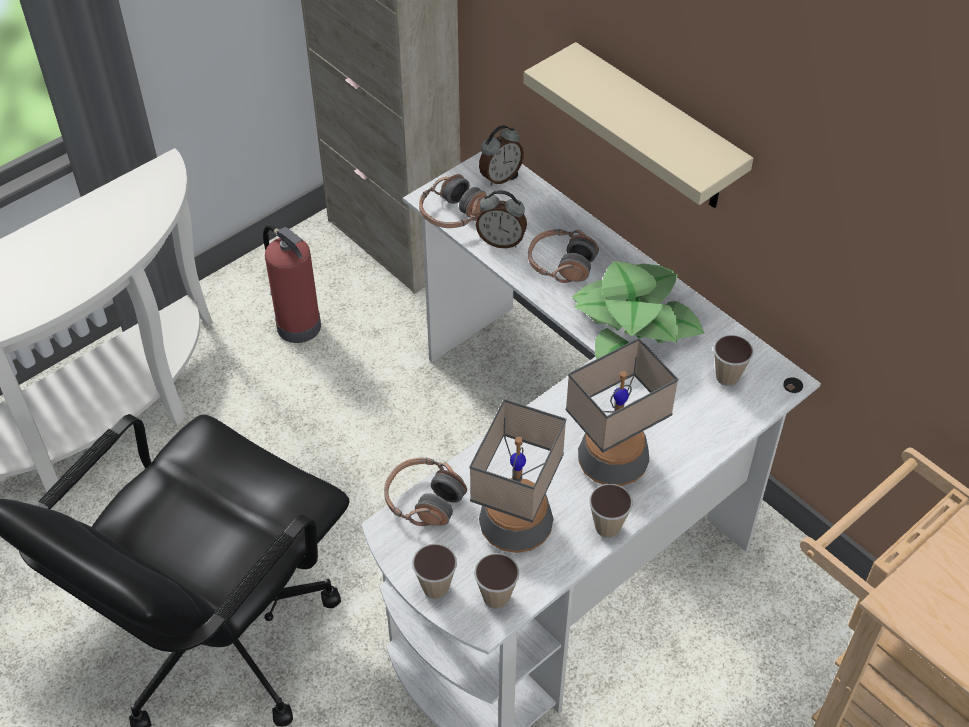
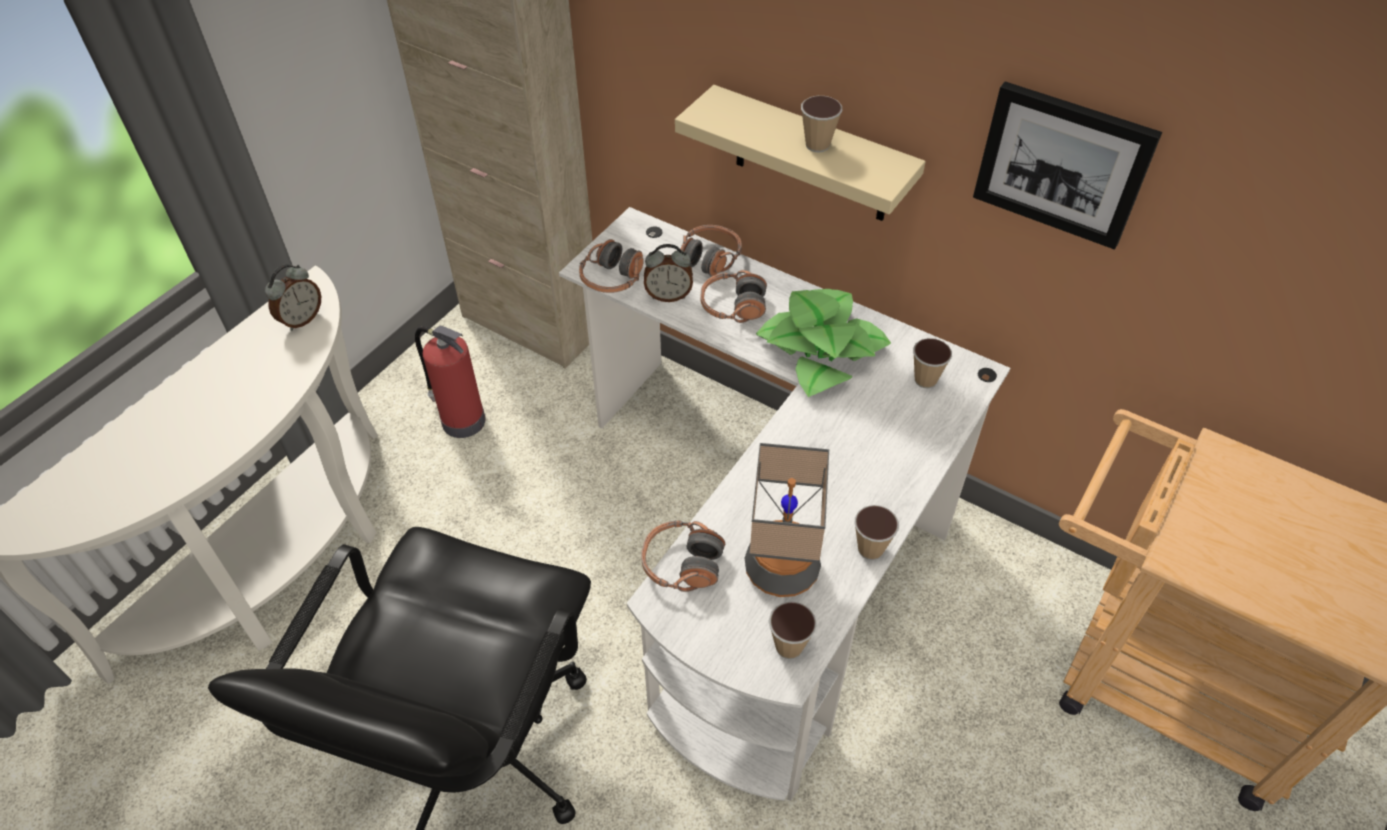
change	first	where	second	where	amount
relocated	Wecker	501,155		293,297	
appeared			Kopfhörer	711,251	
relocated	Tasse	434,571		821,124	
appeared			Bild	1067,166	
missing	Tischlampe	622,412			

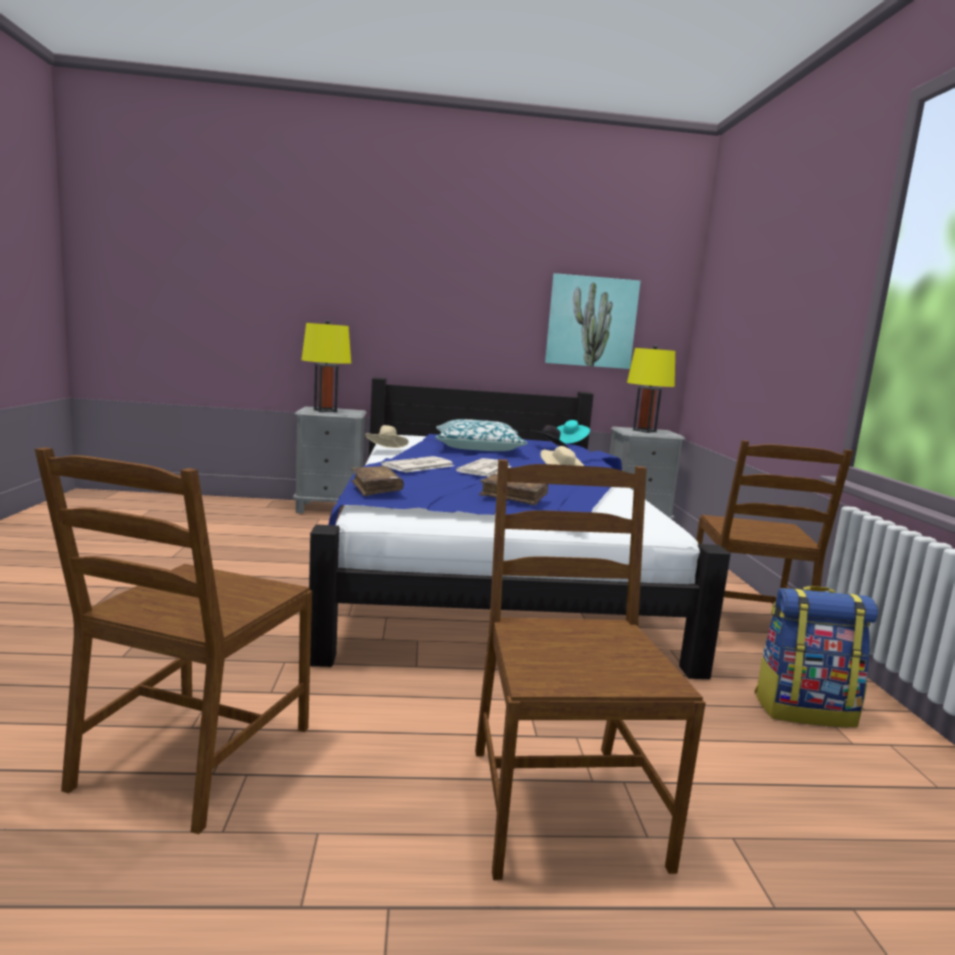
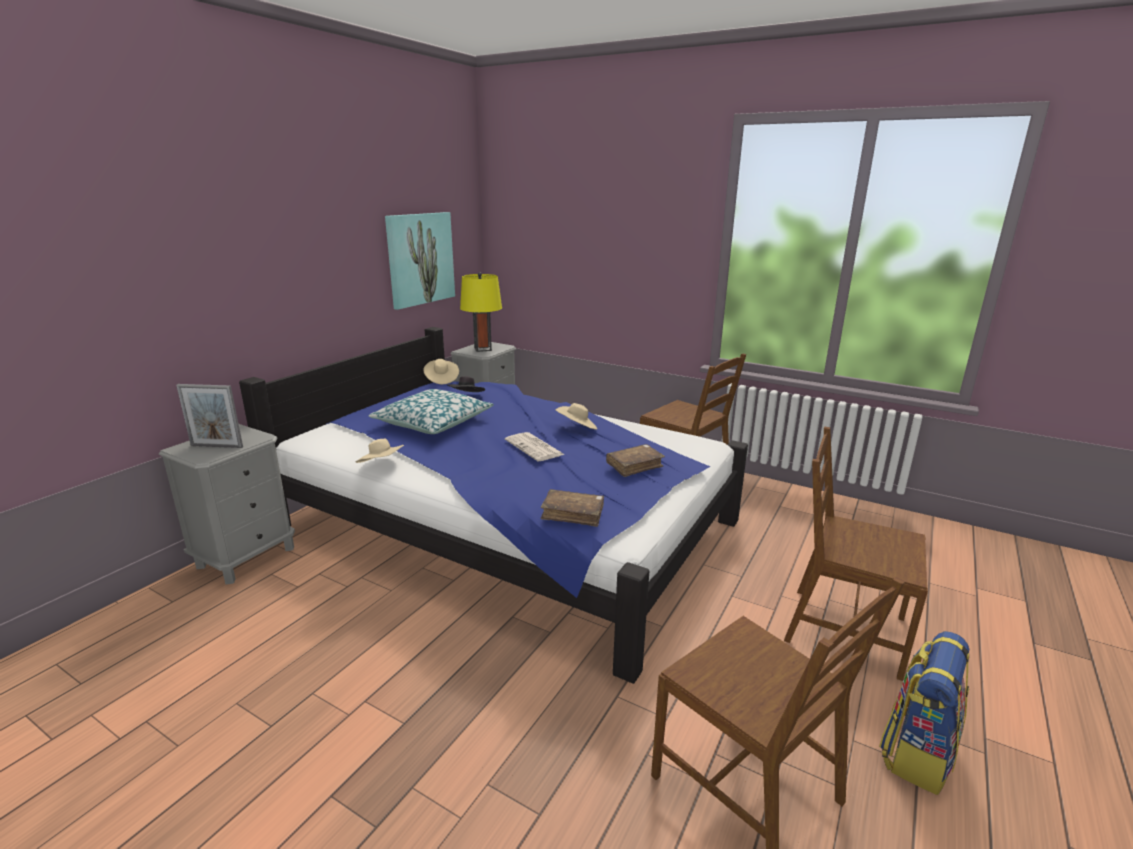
change	first	where	second	where	amount
exchanged	Tischlampe (gelb)	326,366	Bilderrahmen	209,416	
colour	Hut (türkis)	573,432	Hut (beige)	441,371	
relocated	Rucksack	816,656		924,713	
missing	Zeitung	417,464			

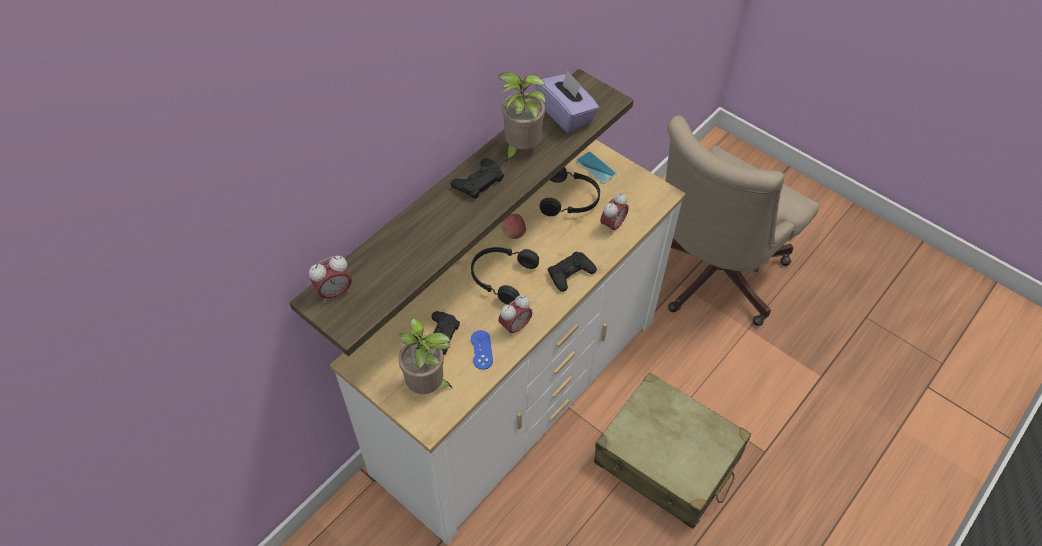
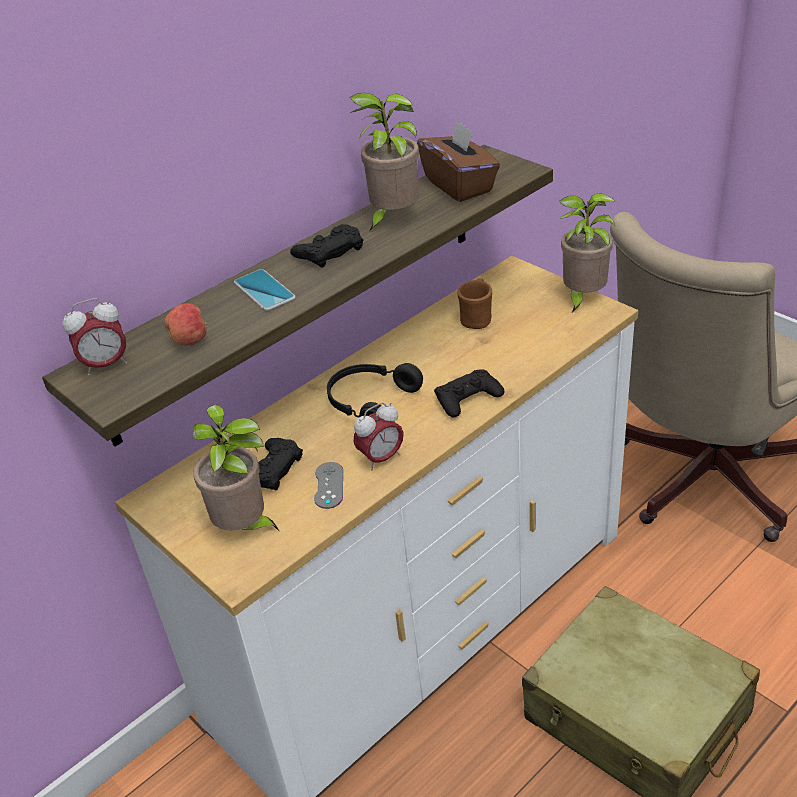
change	first	where	second	where	amount
relocated	Apfel	514,226		186,324	
relocated	Handy	596,167		265,290	
colour	Gamepad (blau)	482,350	Gamepad (grau)	328,485	
colour	Taschentuchbox (lila)	567,101	Taschentuchbox (braun)	458,161	
exchanged	Kopfhörer (schwarz)	570,191	Henkelbecher (braun)	474,303	
appeared			Topfpflanze	587,253	
missing	Wecker	614,214			

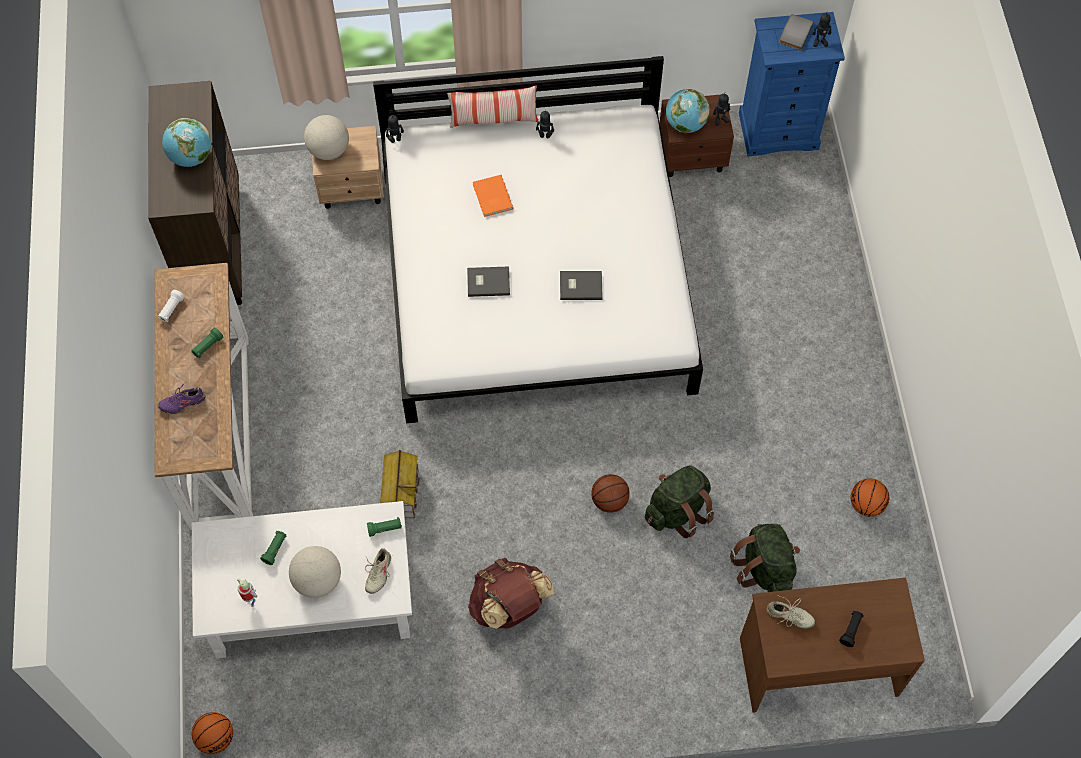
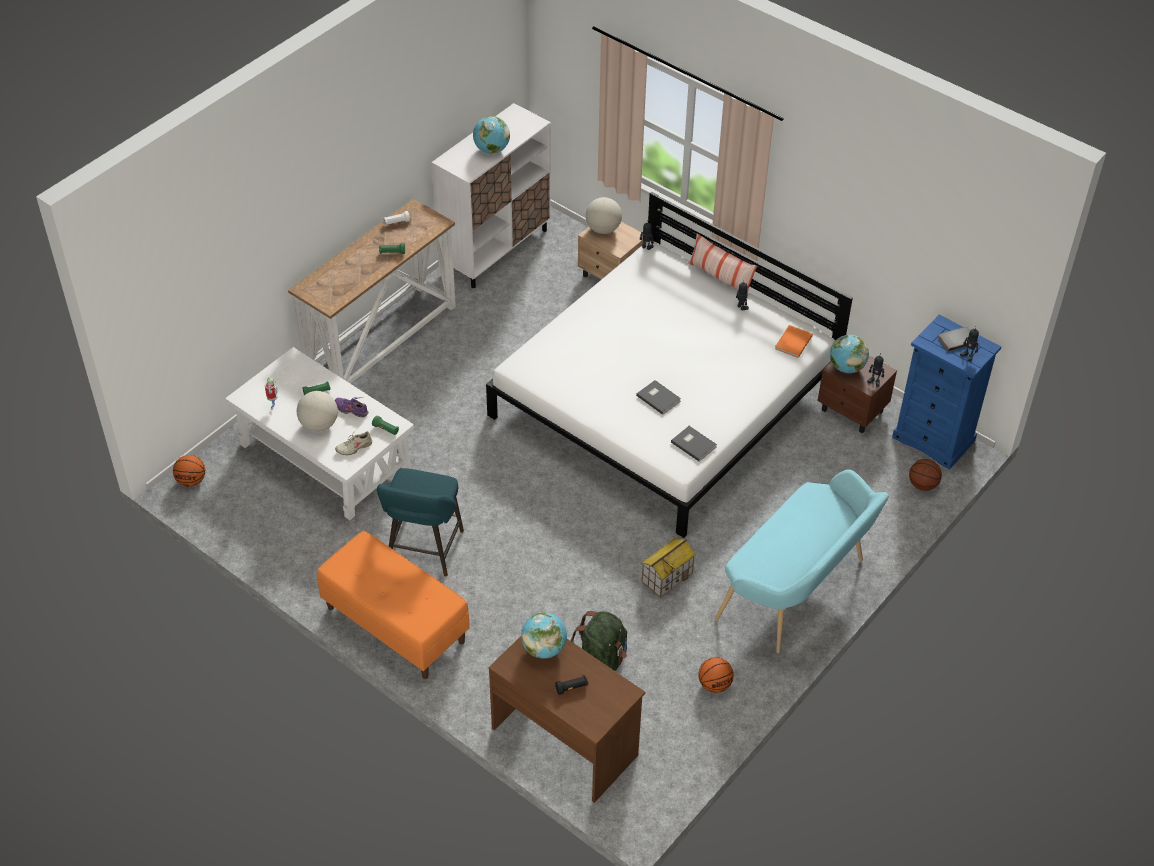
change	first	where	second	where	amount
appeared			Bank (orange)	393,605	
relocated	Schuh (lila)	181,398		351,407	
exchanged	Rucksack (braun)	511,593	Hocker (türkis)	420,522	
colour	Schrank (braun)	195,193	Schrank (weiß)	491,195	
exchanged	Schuh (beige)	791,612	Globus	544,635	
relocated	Spielzeughaus	400,484		669,568	
relocated	Buch (grau)	488,281		694,444	
appeared			Bank (türkis)	802,561	
relocated	Buch (orange)	493,196		794,341	
relocated	Basketball	610,493		925,475	
missing	Rucksack (grün)	680,501			

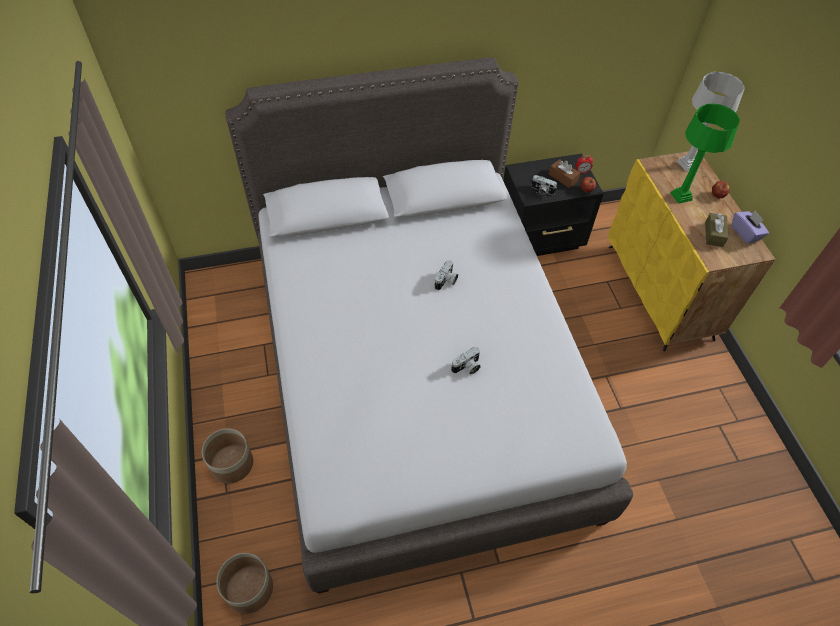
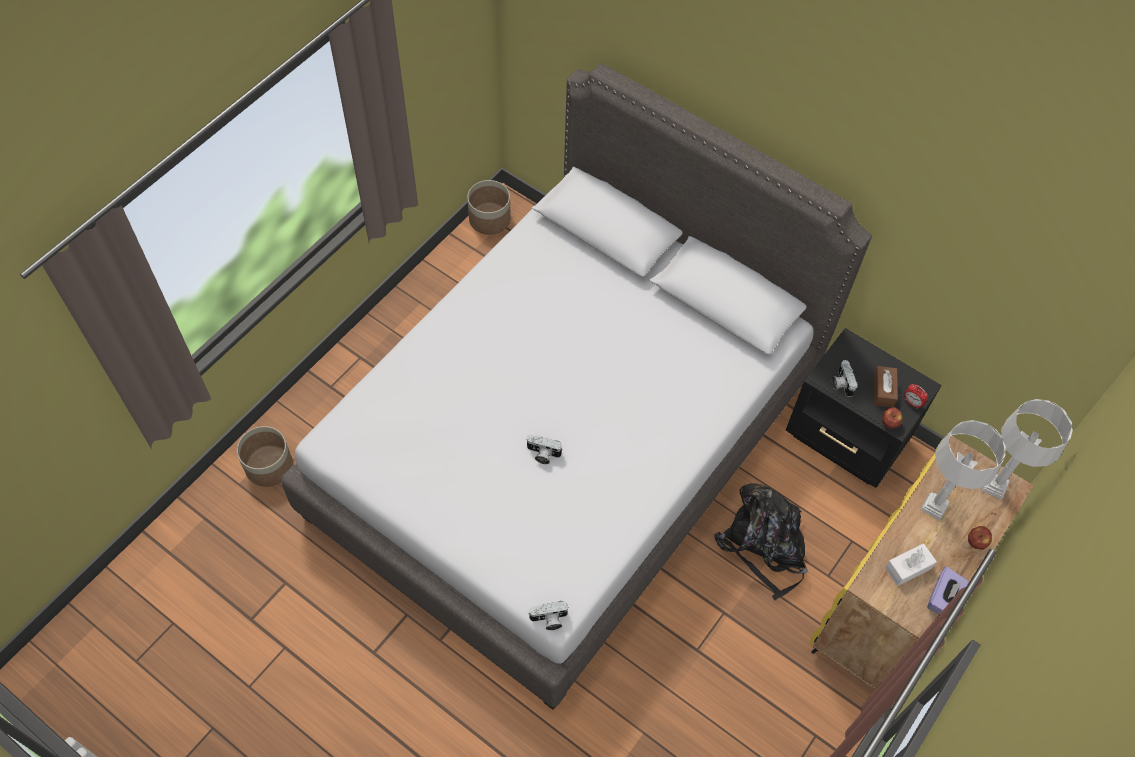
change	first	where	second	where	amount
relocated	Pflanzkübel	227,456		489,207	
relocated	Kamera	446,275		548,615	
appeared			Rucksack (schwarz)	761,541	
colour	Taschentuchbox (braun)	716,230	Taschentuchbox (weiß)	911,564	
colour	Tischlampe (grün)	705,153	Tischlampe (grau)	963,470	

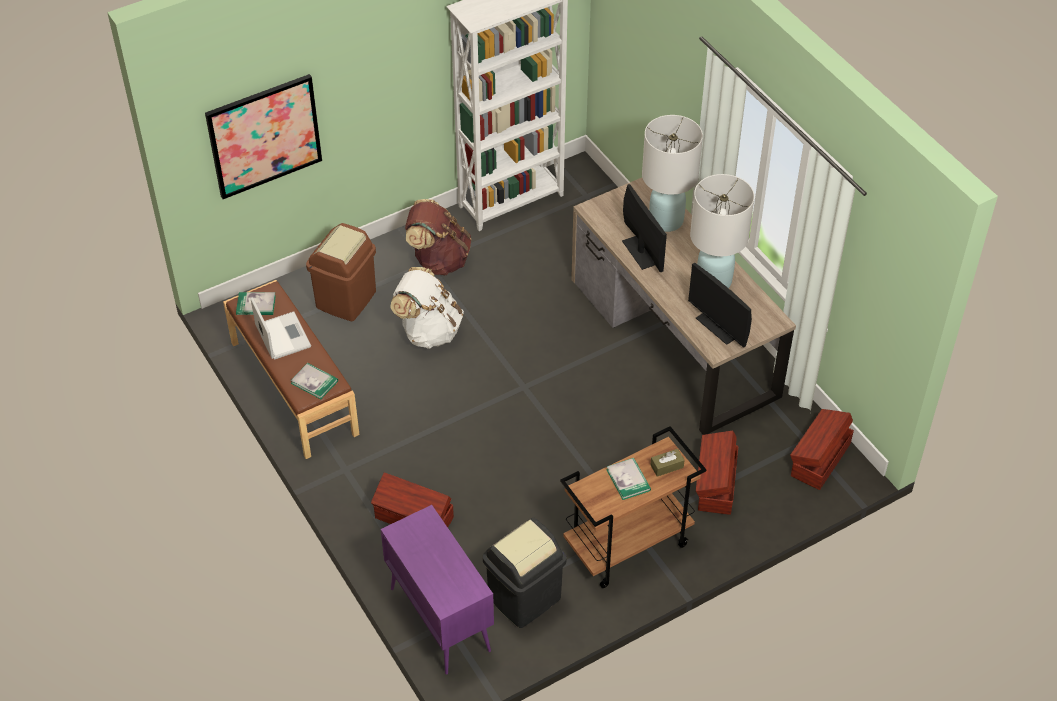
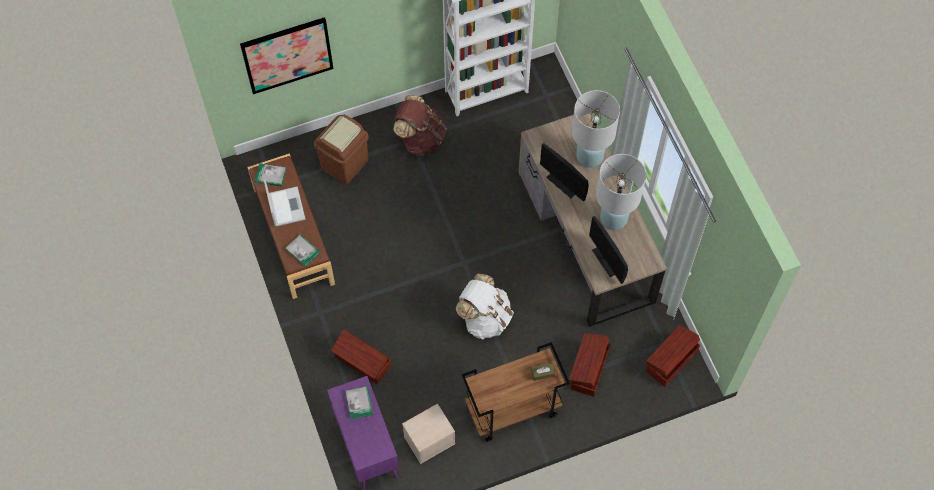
change	first	where	second	where	amount
relocated	Buch	628,479		359,403	
exchanged	Mülleimer (schwarz)	524,573	Aufbewahrungsbox (beige)	428,434	
relocated	Rucksack (weiß)	427,308		485,306	
spun	Monitor	644,228		564,172	150 degrees clockwise

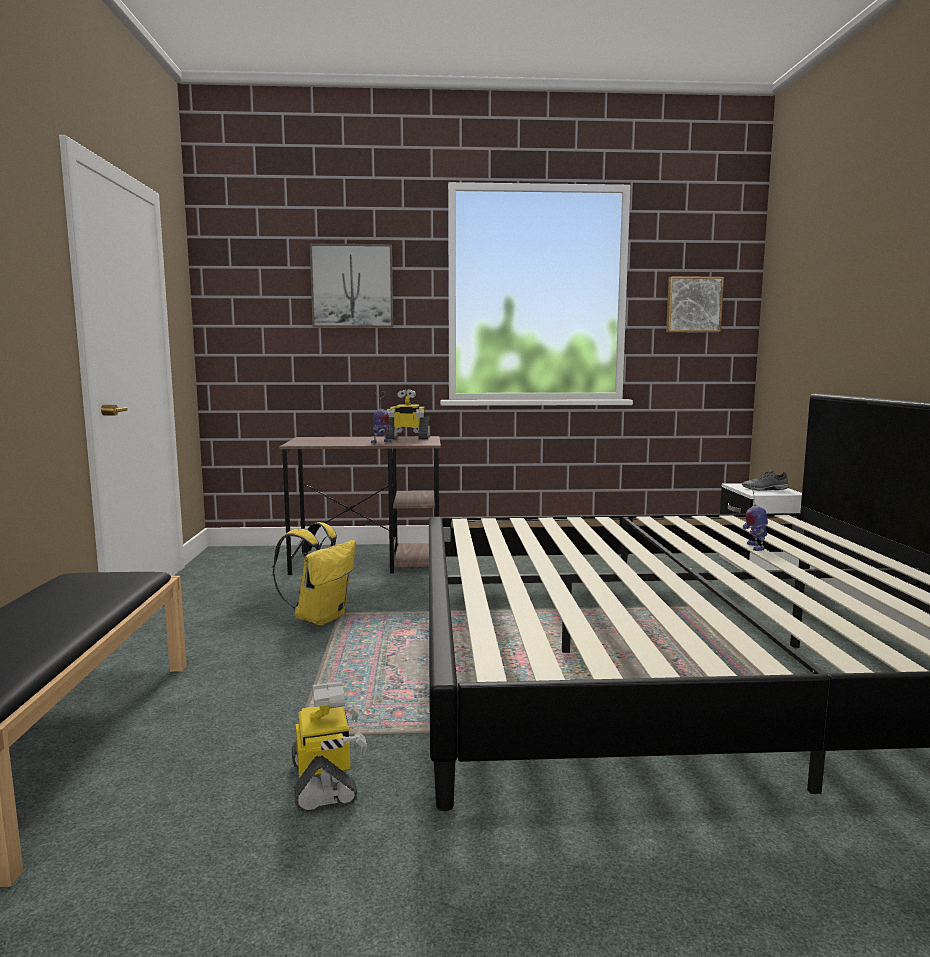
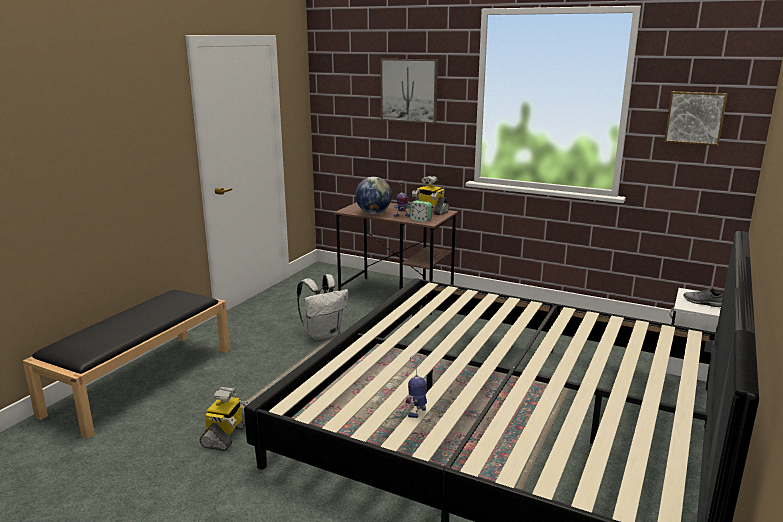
change	first	where	second	where	amount
colour	Rucksack (gelb)	314,574	Rucksack (weiß)	322,307	
appeared			Globus	373,195	
relocated	Spielzeugroboter	755,516		416,386	
appeared			Wecker	420,211	

